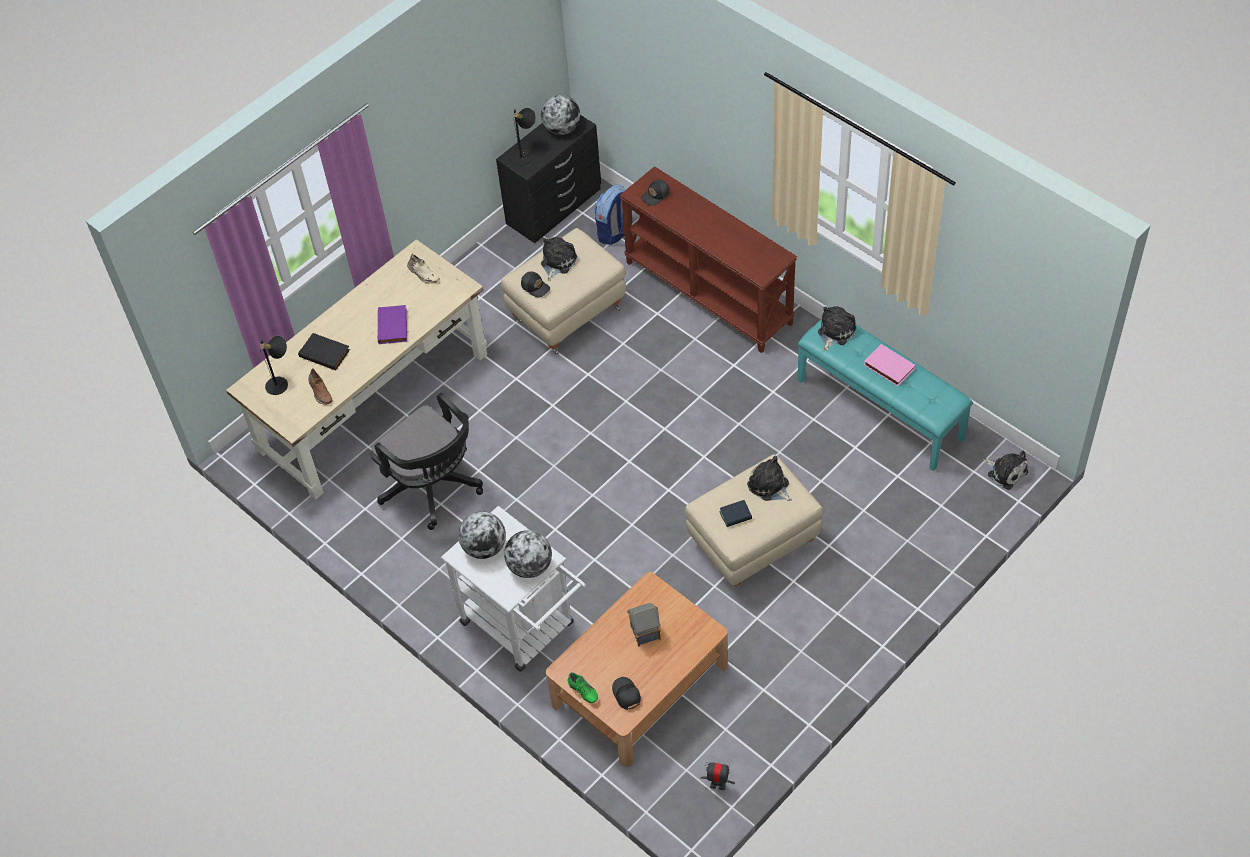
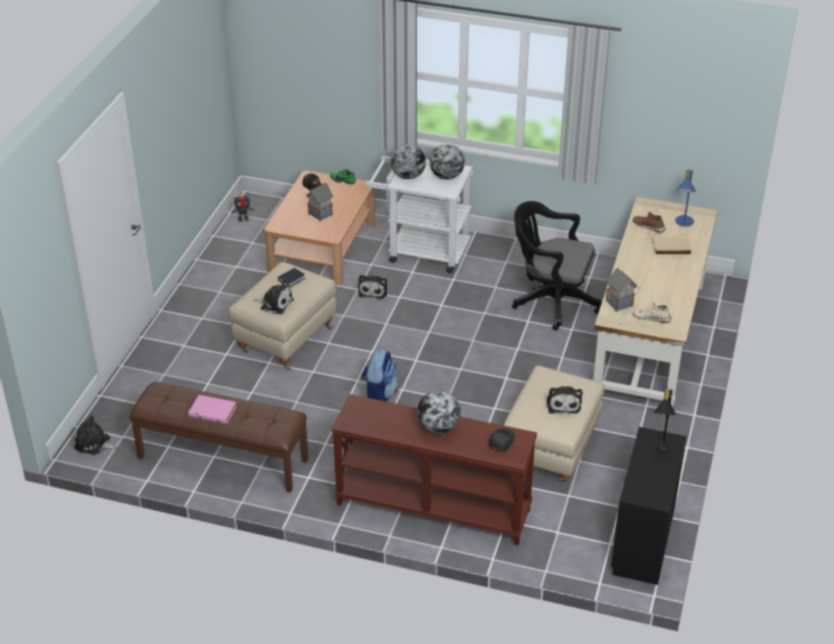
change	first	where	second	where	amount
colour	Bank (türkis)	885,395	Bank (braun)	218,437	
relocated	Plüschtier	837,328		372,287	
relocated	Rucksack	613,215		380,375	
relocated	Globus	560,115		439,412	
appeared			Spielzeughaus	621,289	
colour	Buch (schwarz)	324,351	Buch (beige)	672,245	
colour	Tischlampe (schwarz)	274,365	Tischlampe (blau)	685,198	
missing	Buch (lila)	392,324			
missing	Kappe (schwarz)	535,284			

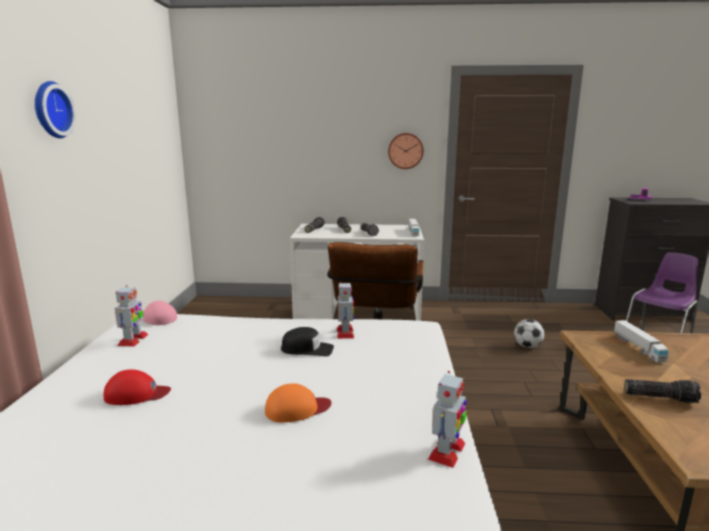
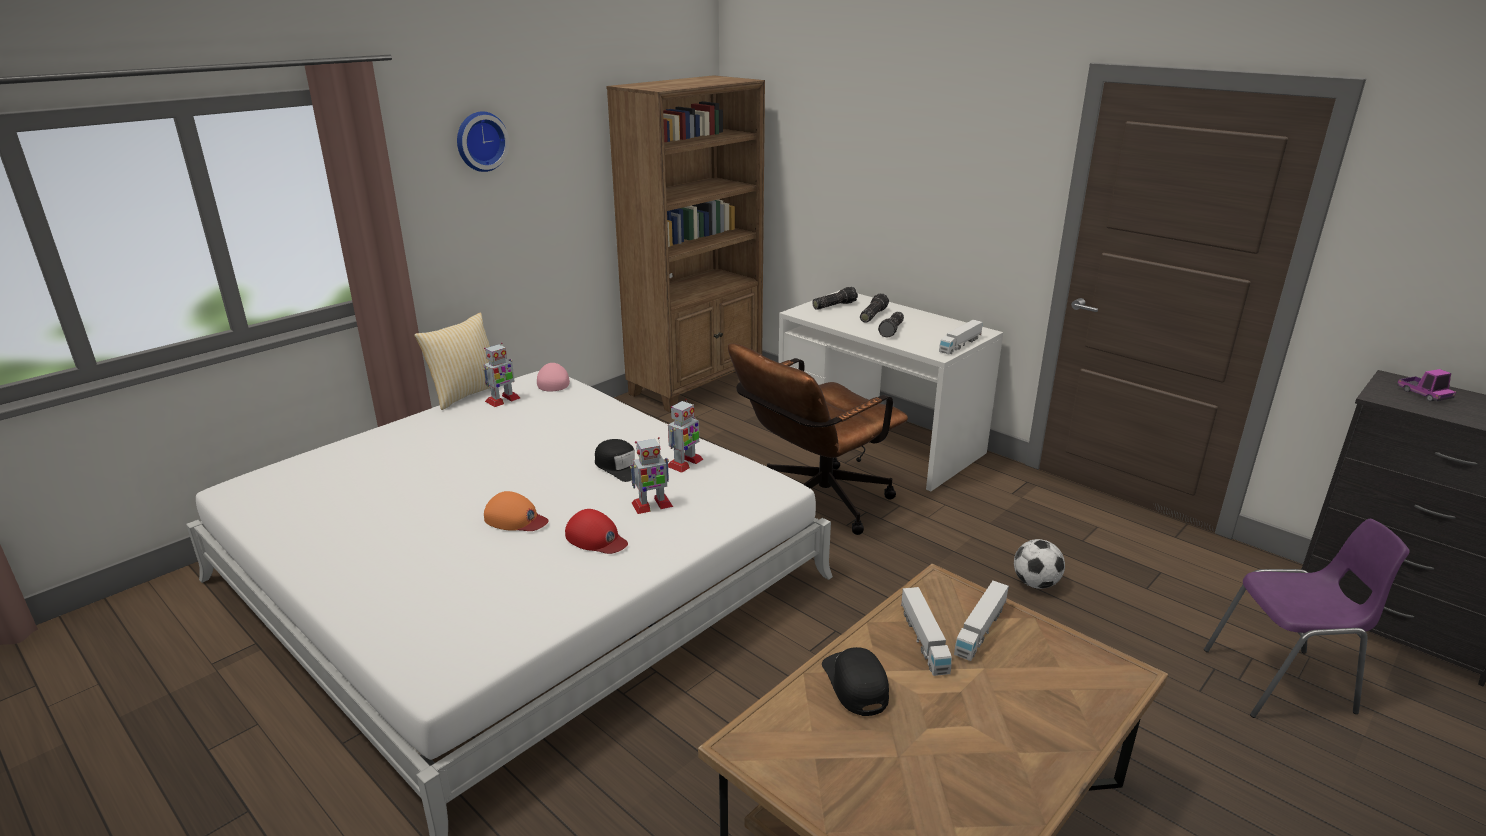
change	first	where	second	where	amount
appeared			Kissen	452,361	
relocated	Kappe (rot)	137,387		596,531	
appeared			Bücherregal (braun)	685,244	
relocated	Spielzeugroboter	447,419		651,475	
exchanged	Taschenlampe	663,391	Kappe (schwarz)	855,681	
appeared			Spielzeuglaster	926,631	
missing	Wanduhr	406,151			

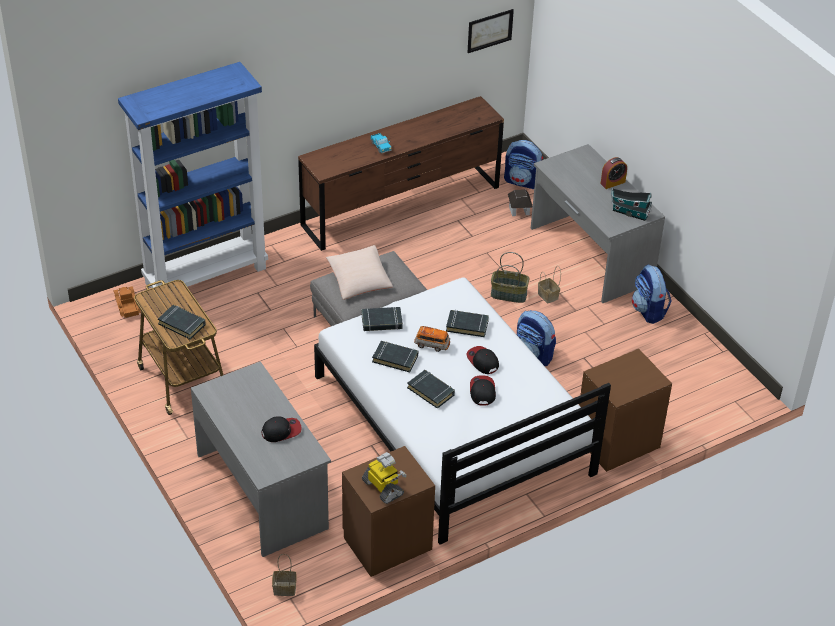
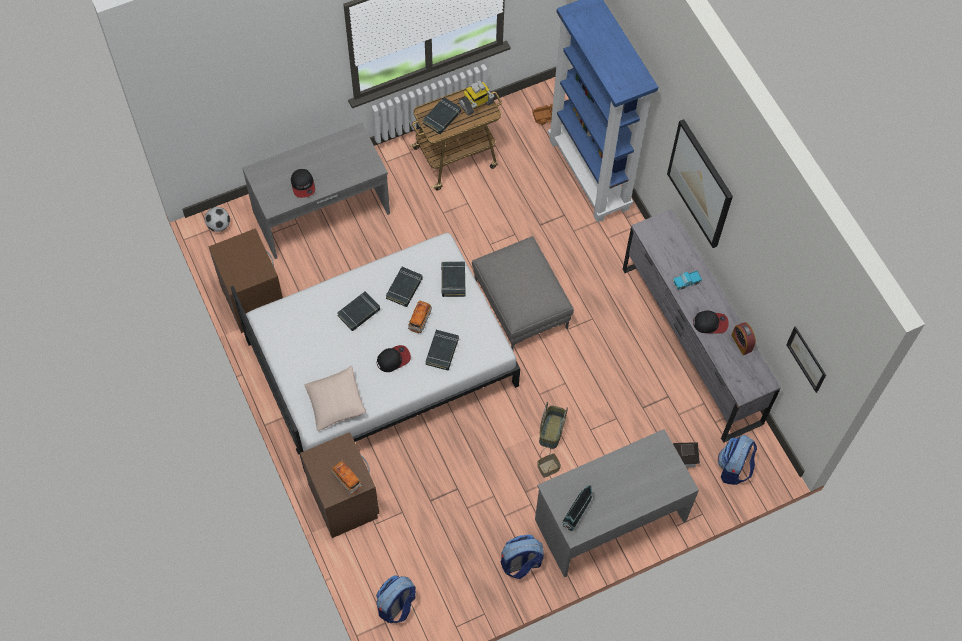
change	first	where	second	where	amount
exchanged	Korb	284,575	Fußball	217,219	
relocated	Kissen (beige)	359,272		335,398	
appeared			Spielzeugauto	347,477	
relocated	Rucksack	536,338		396,599	
relocated	Spielzeugroboter	384,478		476,98	
colour	Kommode (braun)	401,173	Kommode (grau)	702,326	
appeared			Bild	700,183	
relocated	Kappe	483,390		711,322	
relocated	Wecker	614,173		743,338	

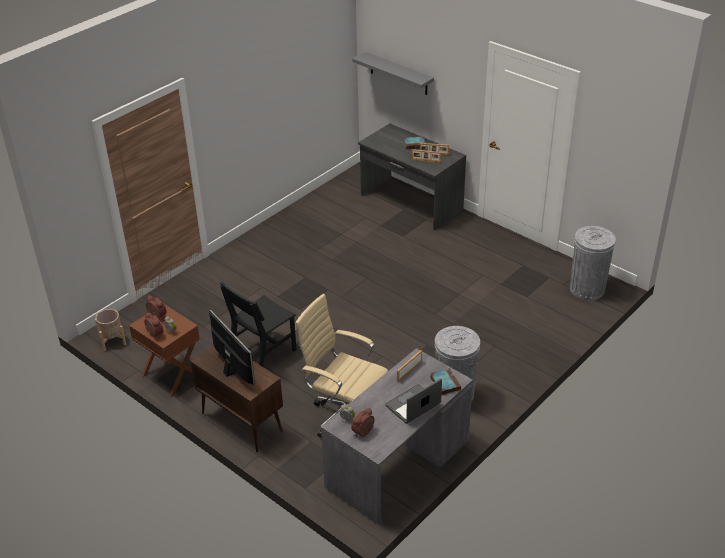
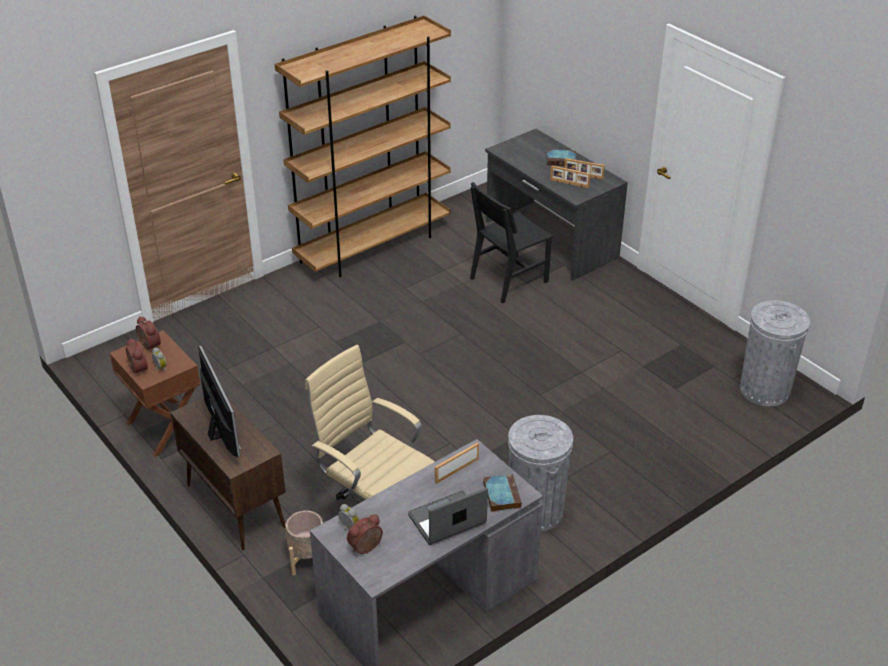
change	first	where	second	where	amount
appeared			Bücherregal (braun)	363,146	
relocated	Pflanzkübel (beige)	110,330		304,543	
relocated	Stuhl (schwarz)	258,324		512,243	
missing	Wandregal (grau)	393,73			

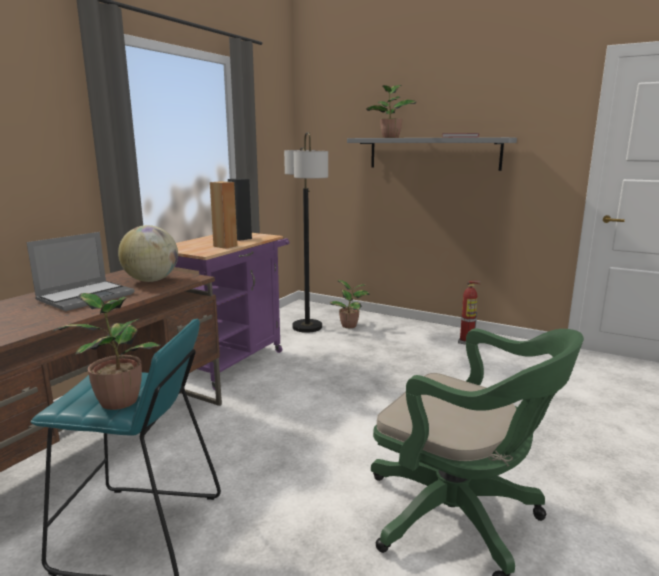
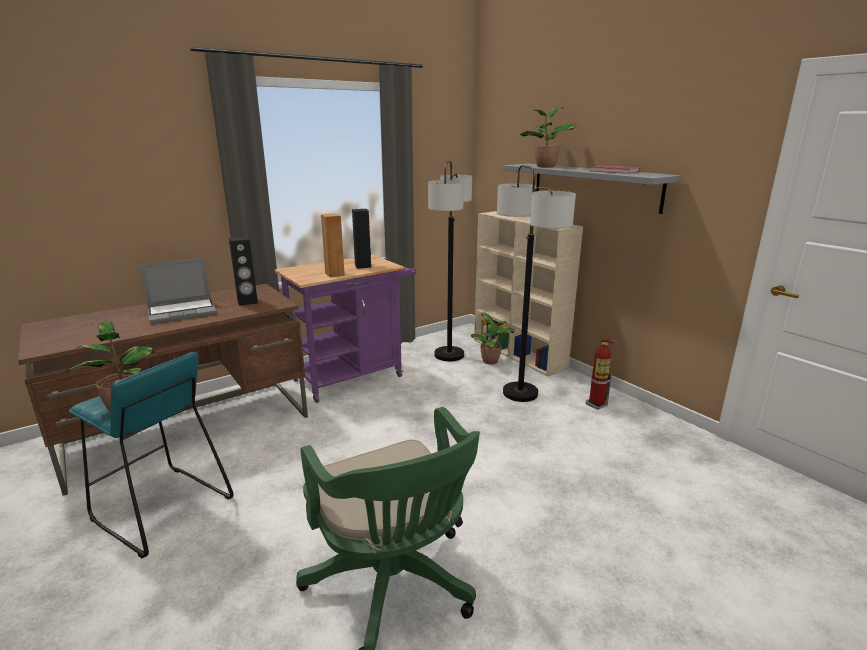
change	first	where	second	where	amount
exchanged	Globus	148,253	Lautsprecher (schwarz)	243,271	
appeared			Bücherregal (beige)	528,294	
appeared			Stehlampe	536,283	

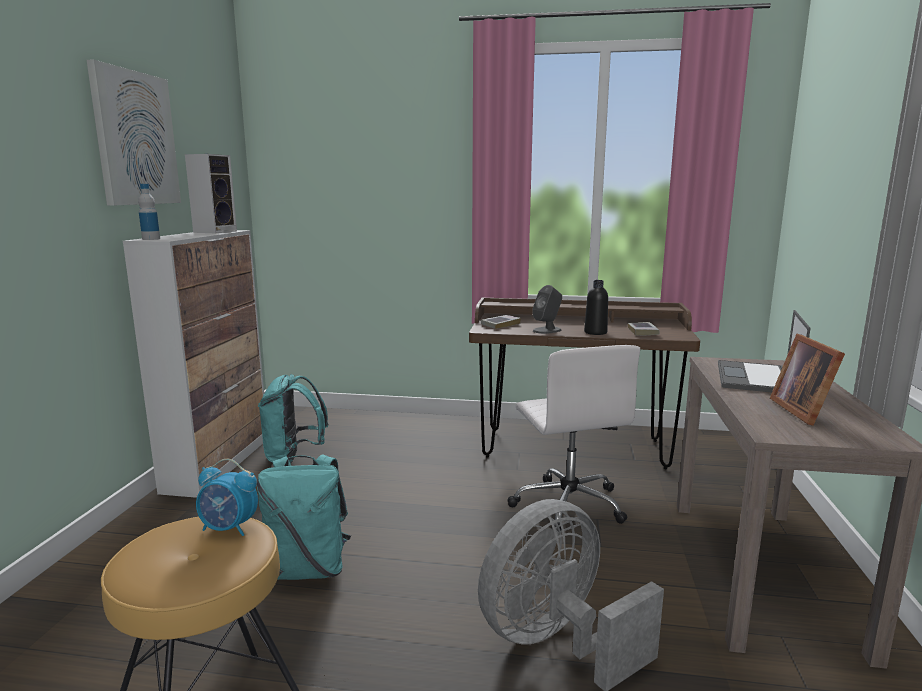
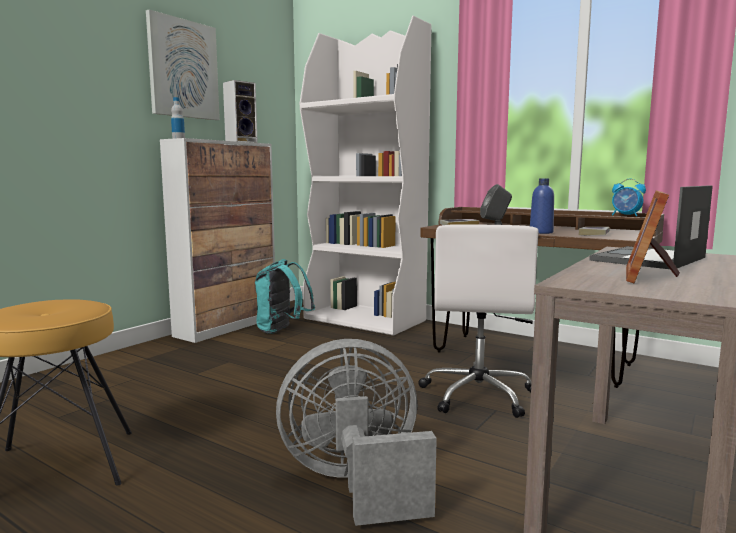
change	first	where	second	where	amount
appeared			Bücherregal (weiß)	366,175	
colour	Flasche (schwarz)	596,307	Flasche (blau)	542,206	
relocated	Wecker	227,497		629,198	
missing	Rucksack (türkis)	304,517			

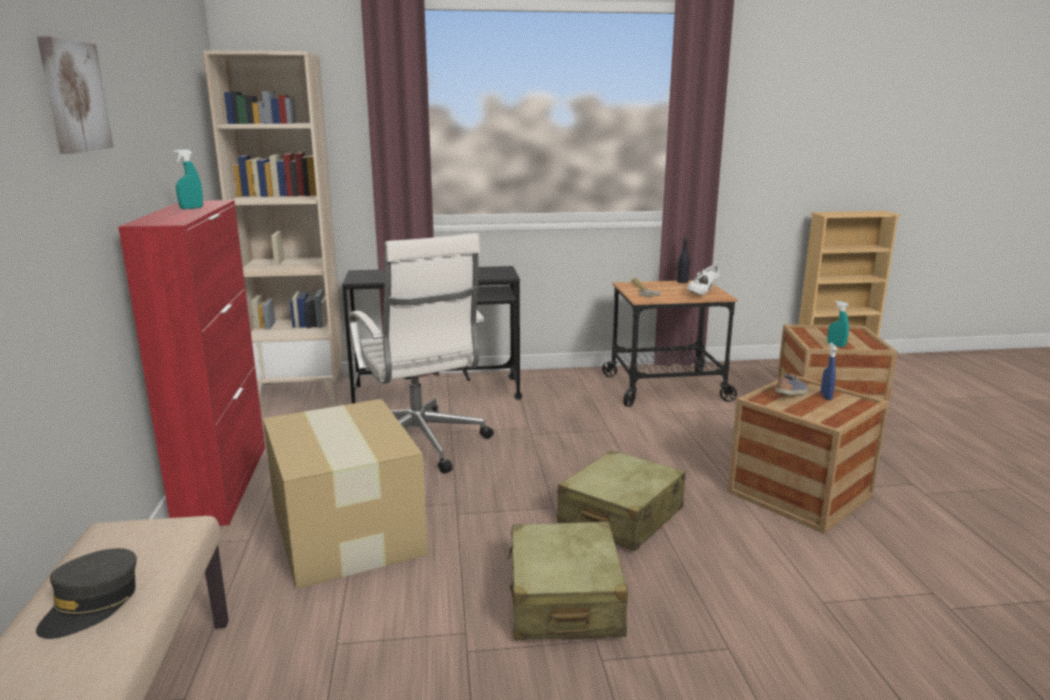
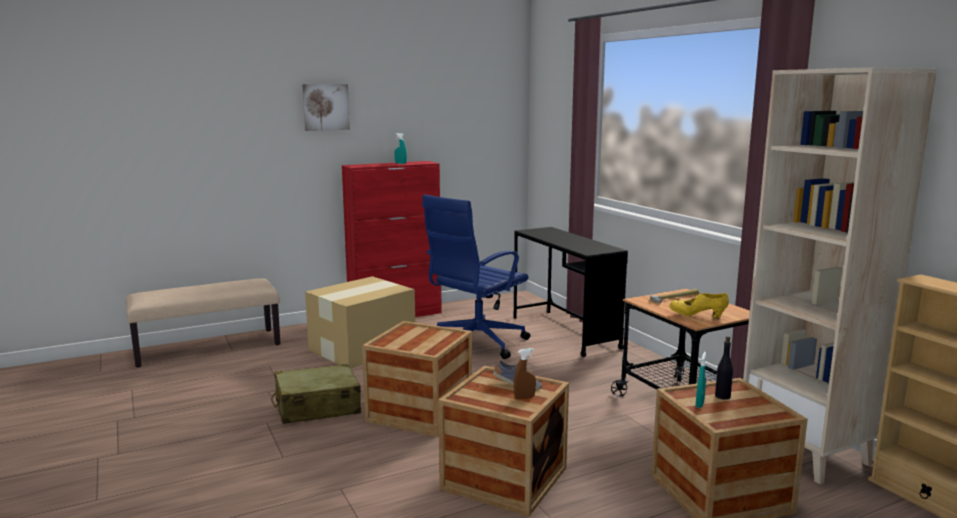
change	first	where	second	where	amount
exchanged	Koffer (beige)	621,500	Kiste	417,379	
colour	Bürostuhl (weiß)	421,353	Bürostuhl (blau)	476,276	
colour	Sprühflasche (blau)	829,371	Sprühflasche (braun)	524,373	
colour	Schuh (weiß)	703,280	Schuh (gelb)	699,305	
relocated	Flasche (schwarz)	683,259		724,368	
relocated	Bücherregal (beige)	273,227		840,276	
missing	Kappe (grau)	86,593			

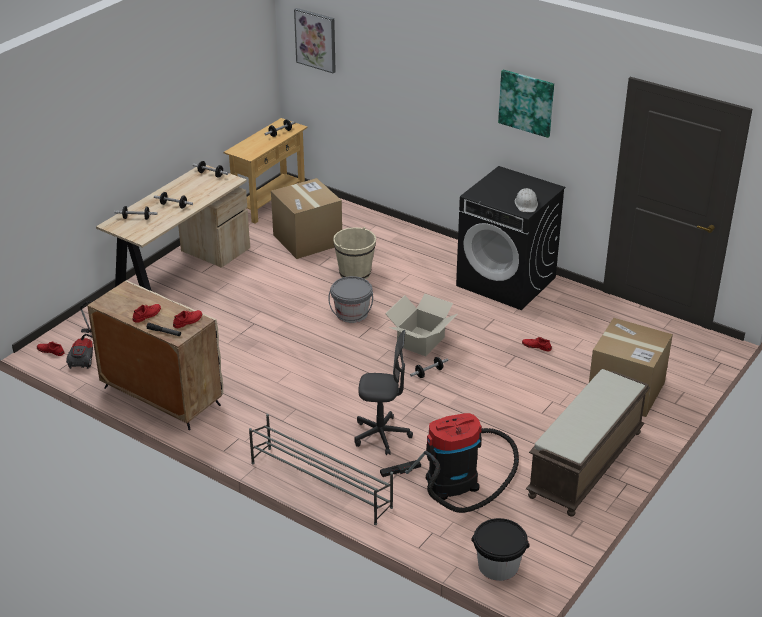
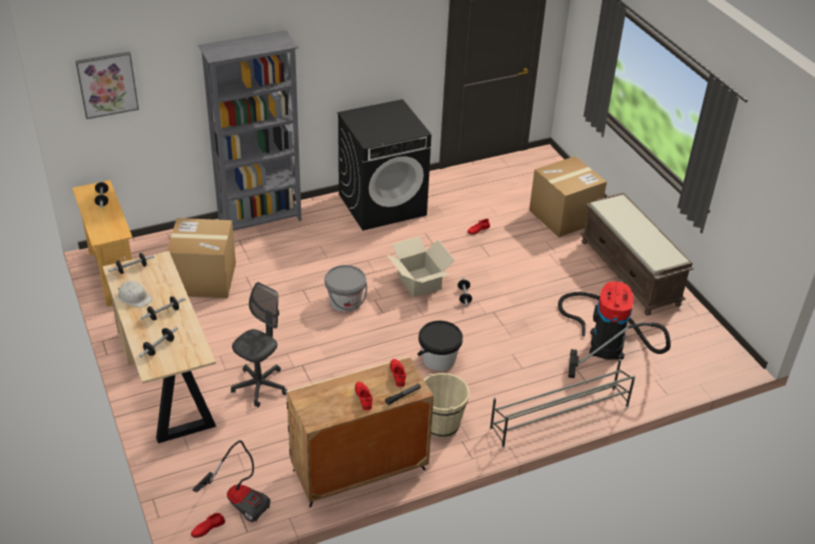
change	first	where	second	where	amount
relocated	Schutzhelm (weiß)	526,200		135,294	
appeared			Bücherregal (grau)	250,130	
relocated	Bürostuhl (grau)	383,392		259,344	
relocated	Eimer (schwarz)	500,549		440,346	
relocated	Eimer (beige)	354,253		446,405	
missing	Bild	526,104			

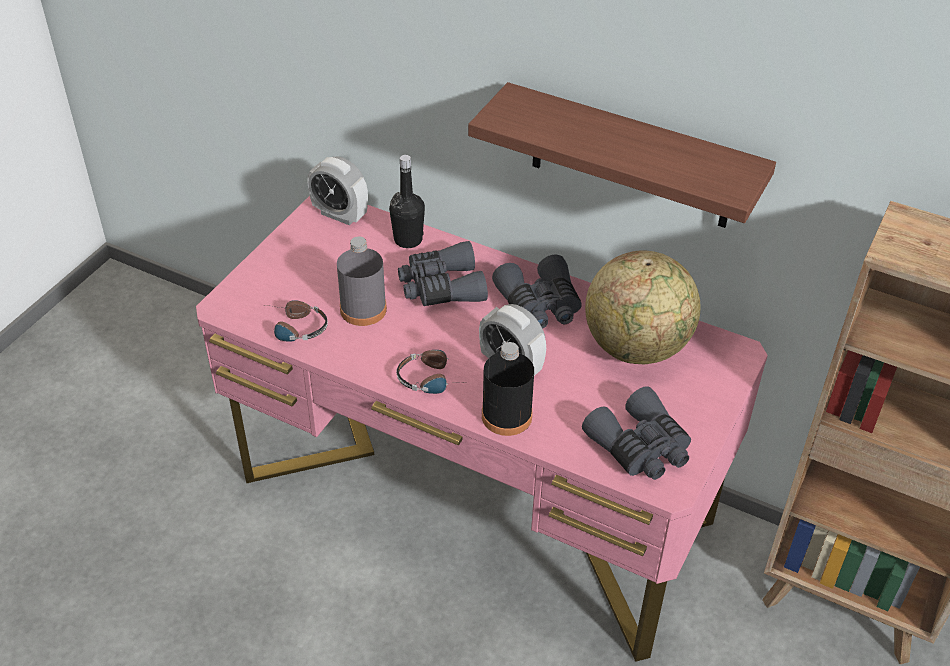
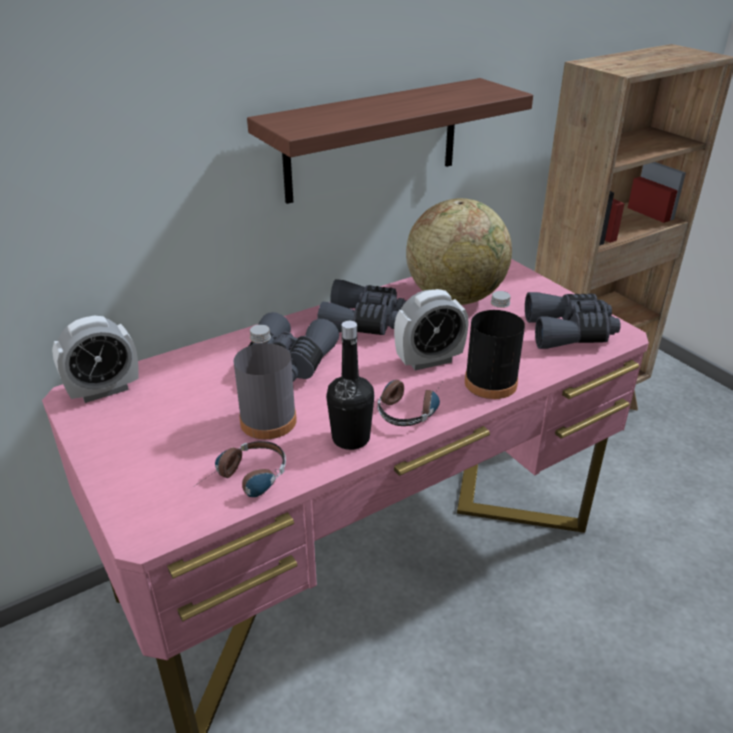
change	first	where	second	where	amount
relocated	Flasche (schwarz)	407,201		350,385	

